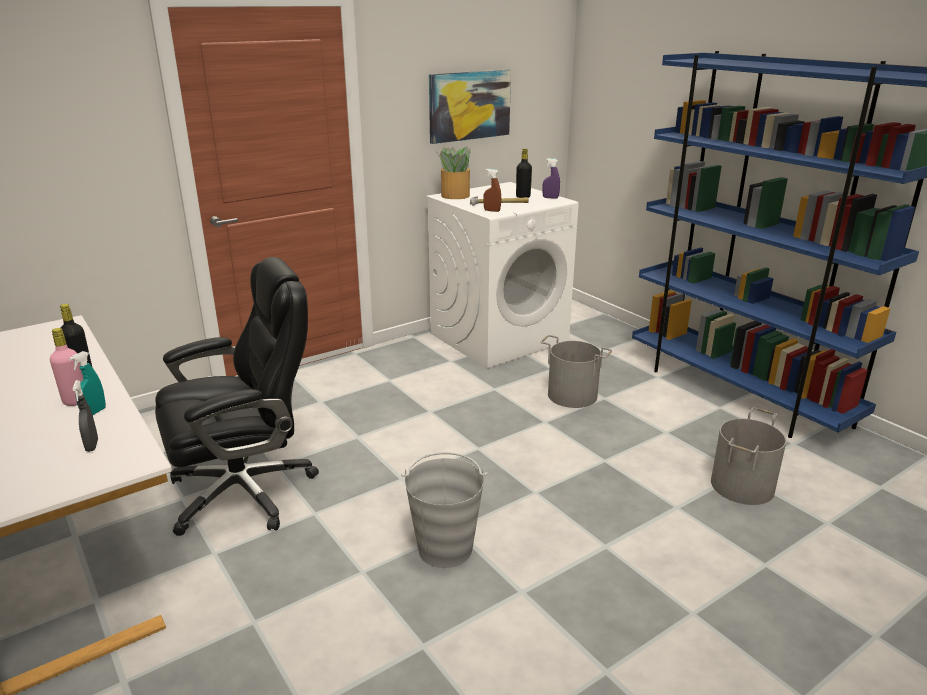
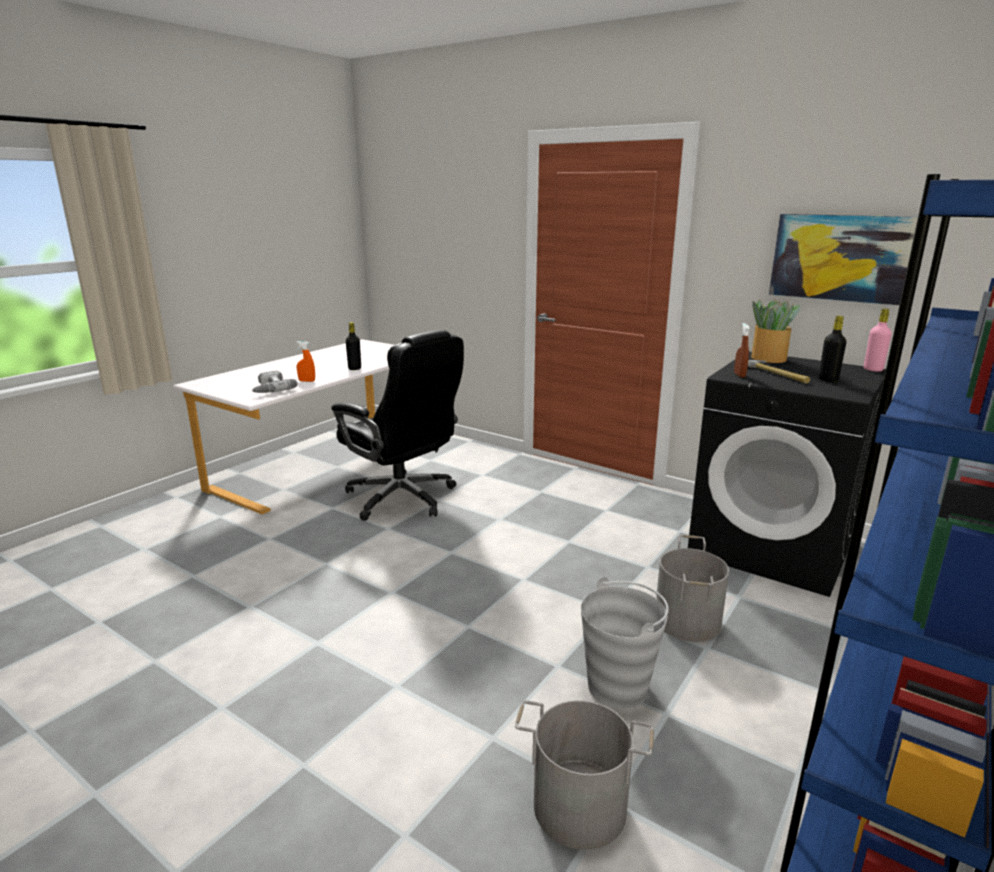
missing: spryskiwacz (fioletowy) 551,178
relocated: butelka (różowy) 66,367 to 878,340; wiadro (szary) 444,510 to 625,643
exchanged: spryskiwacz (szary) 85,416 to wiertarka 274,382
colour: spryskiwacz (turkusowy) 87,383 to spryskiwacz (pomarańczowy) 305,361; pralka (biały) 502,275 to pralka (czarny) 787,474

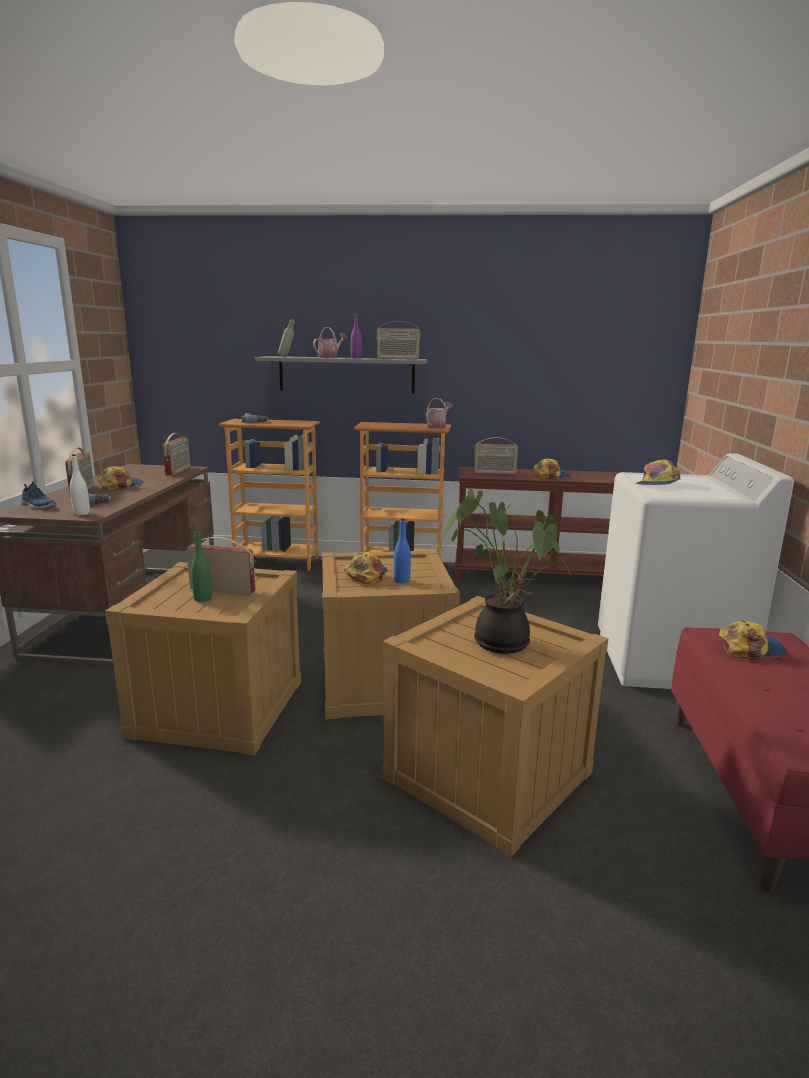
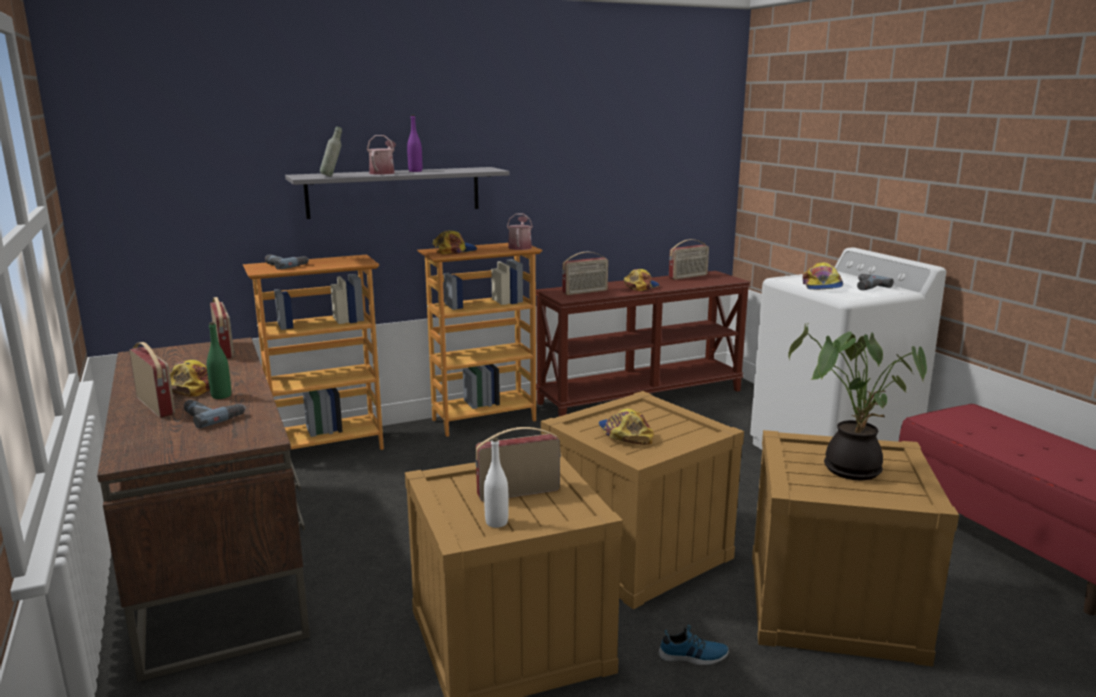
missing: butelka (niebieski) 402,550
appeared: wiertarka 875,282
relocated: but 39,495 to 694,645; butelka (biały) 80,484 to 496,483; butelka (zielony) 201,566 to 219,360; radio 398,340 to 689,259; czapka z daszkiem 752,639 to 454,242

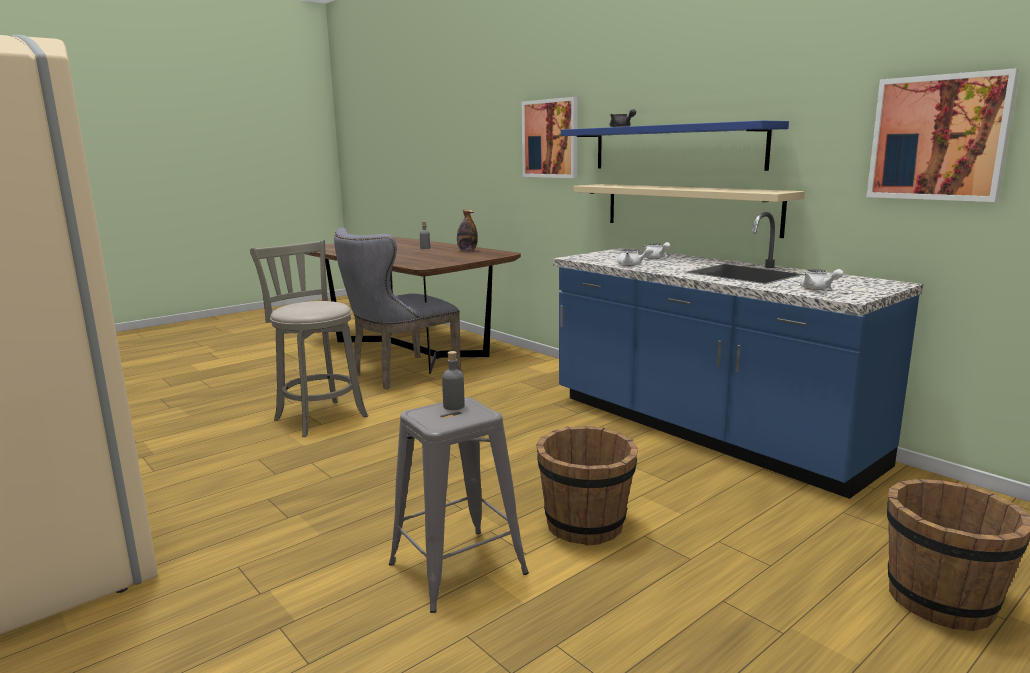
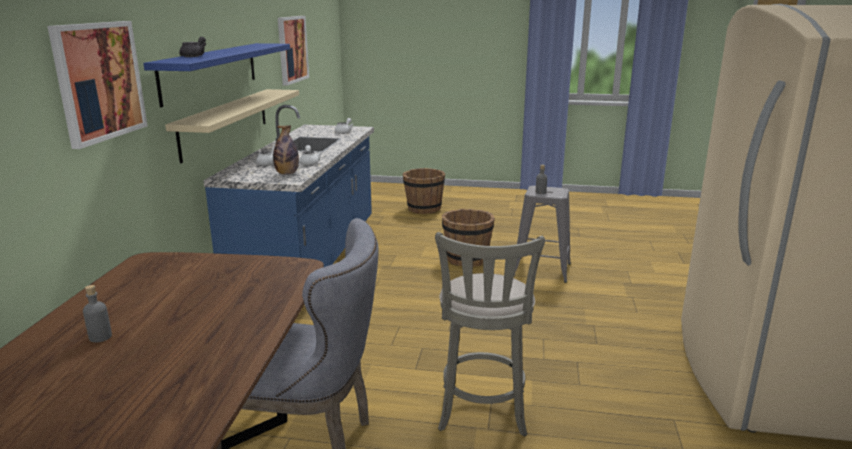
relocated: butelka 467,230 to 286,150

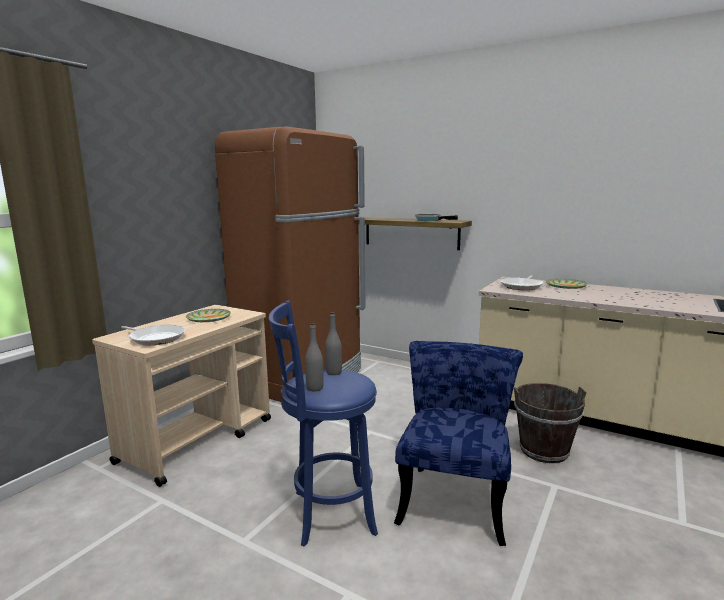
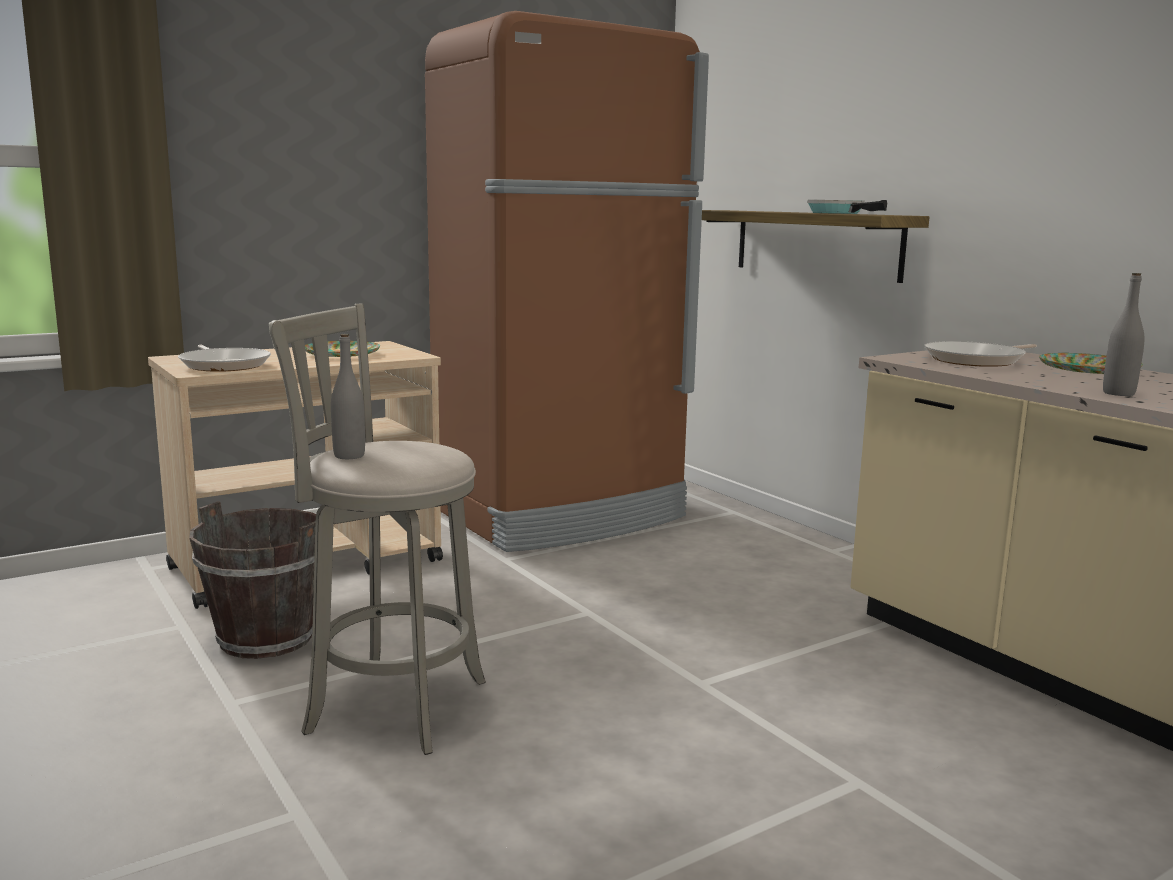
missing: krzesło (niebieski) 458,443
relocated: butelka (szary) 333,343 to 1123,334; wiadro (brązowy) 550,423 to 252,580
colour: stołek (niebieski) 323,423 to stołek (szary) 377,529

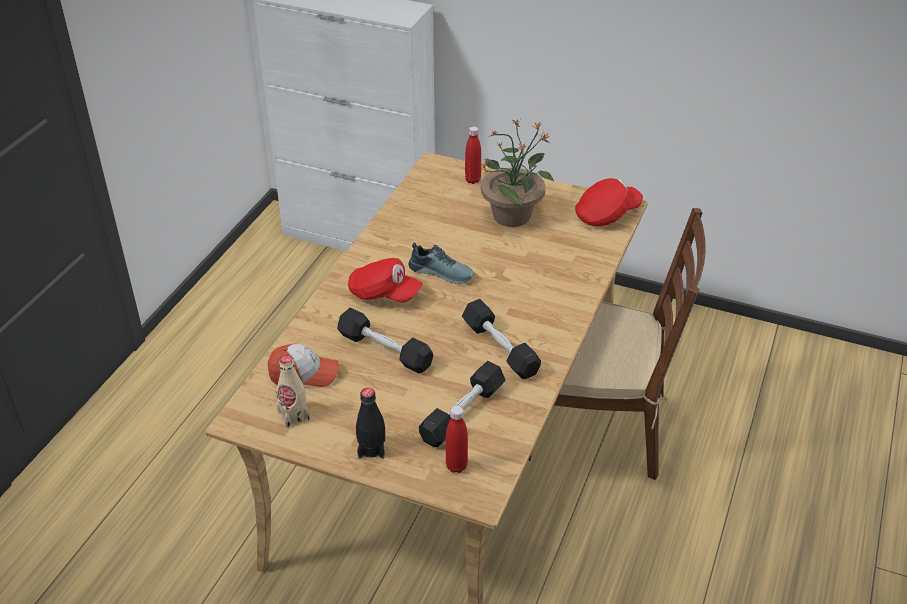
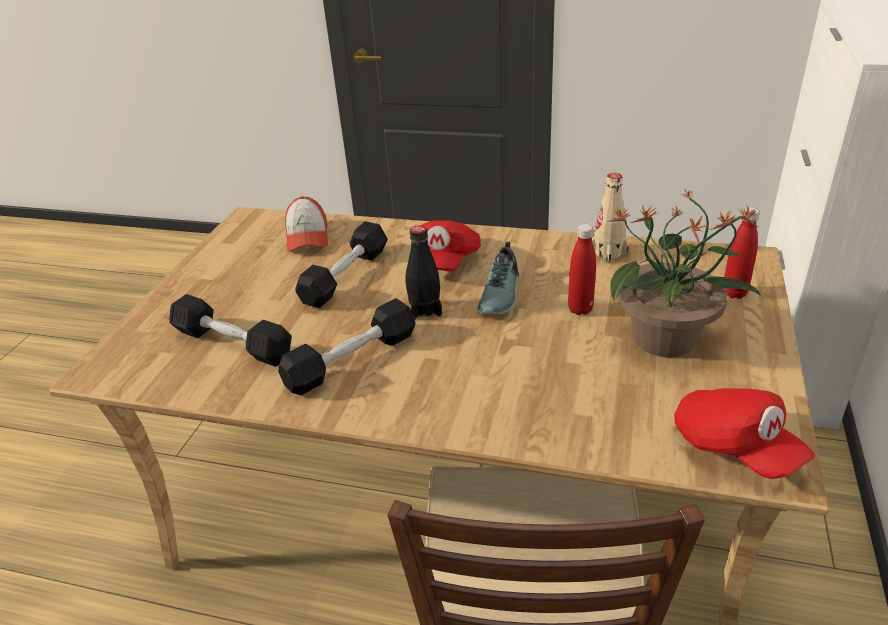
relocated: butelka (beżowy) 293,391 to 610,218; butelka (czarny) 370,423 to 423,272; butelka (czerwony) 457,439 to 582,269

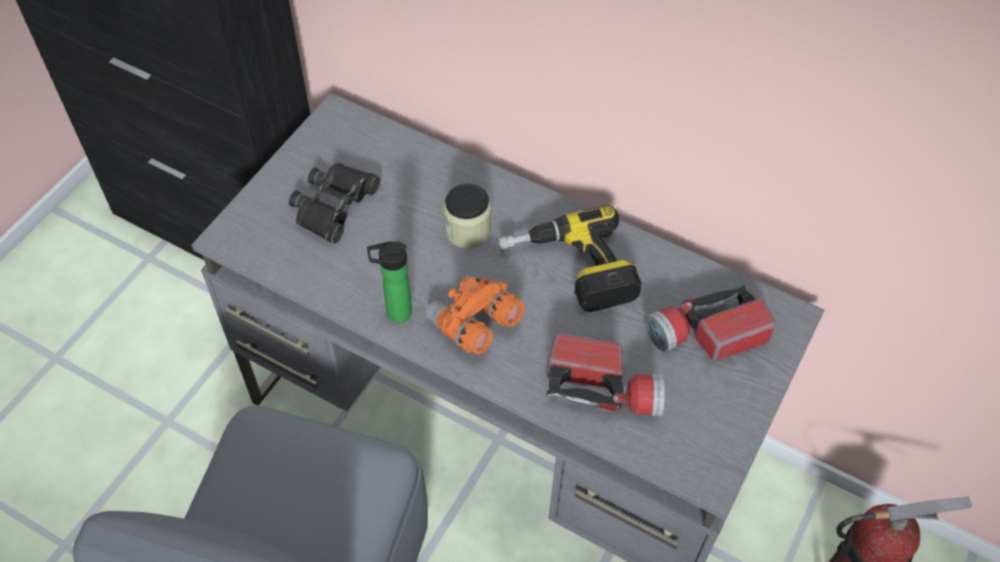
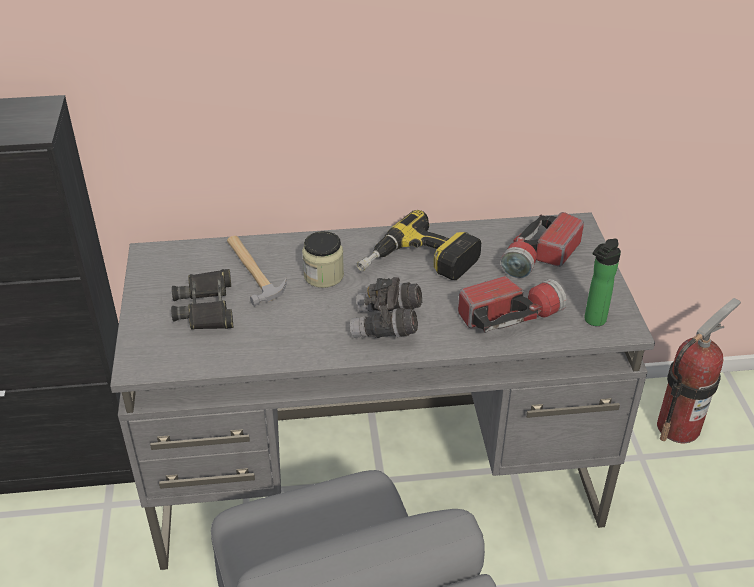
appeared: młotek 257,271
relocated: butelka 389,282 to 602,282
colour: lornetka (pomarańczowy) 474,314 to lornetka (szary) 386,307

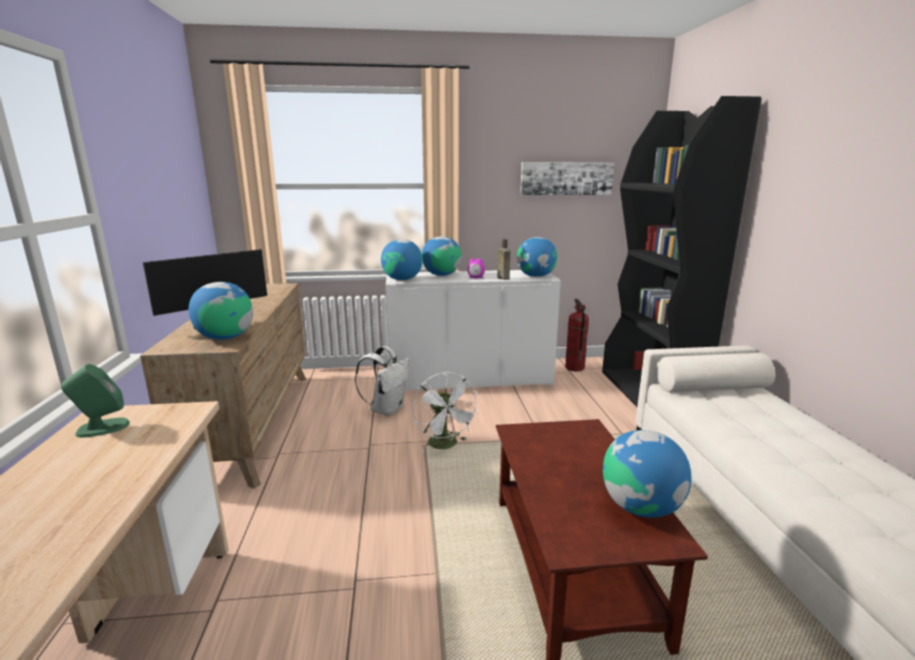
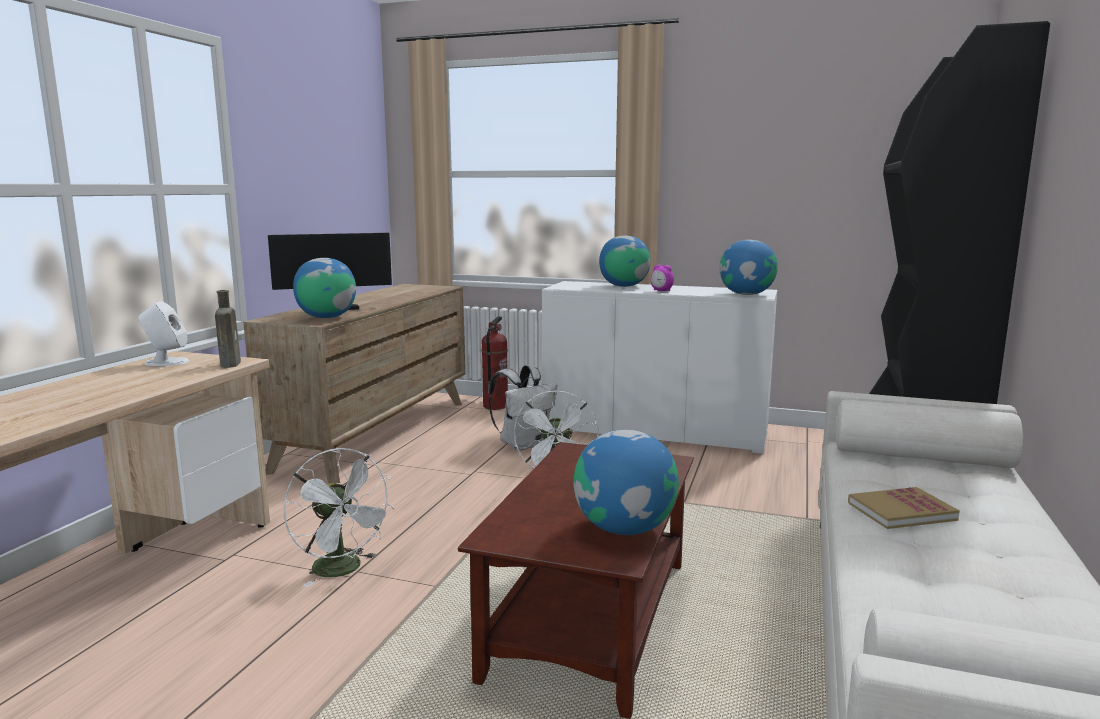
missing: globus 402,259; obraz 567,178
appeared: wentylator (biały) 339,517; książka 904,508
relocated: butelka (brązowy) 504,259 to 228,329; gaśnica 577,335 to 495,363
colour: głośnik (zielony) 95,401 to głośnik (biały) 163,333

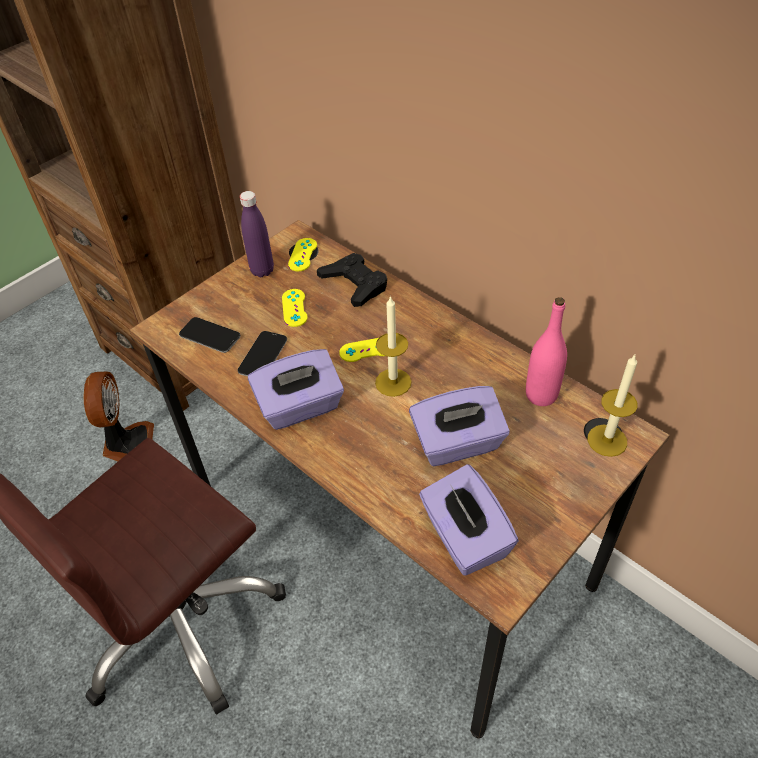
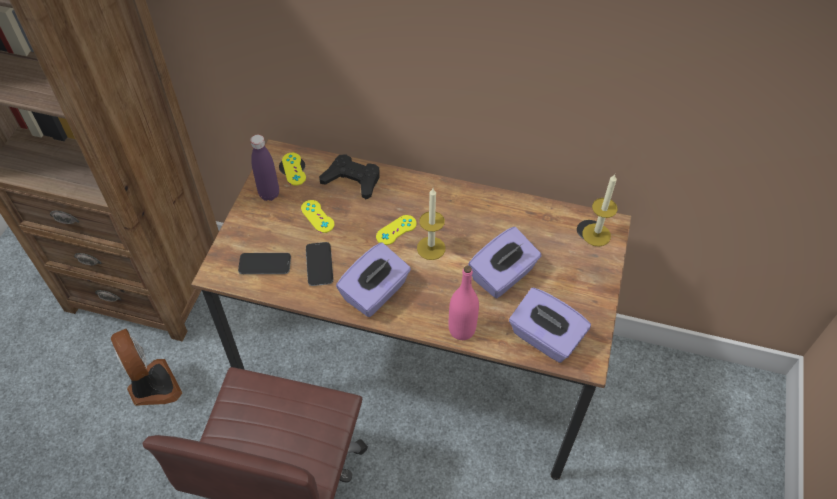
relocated: butelka (różowy) 546,351 to 464,303

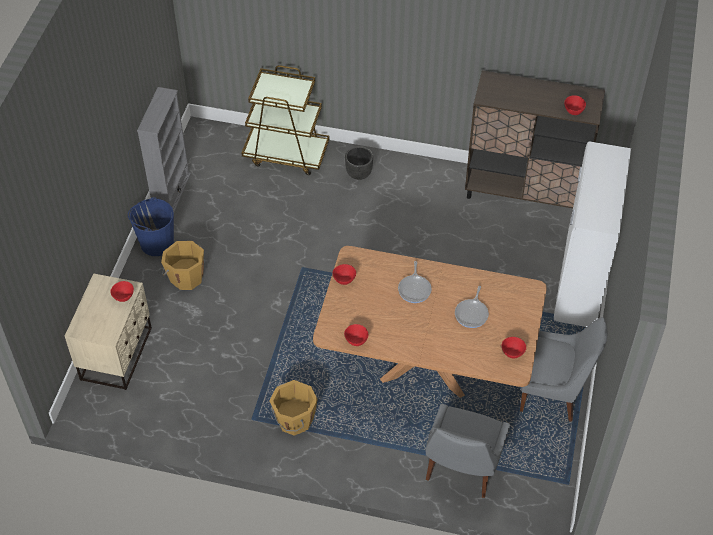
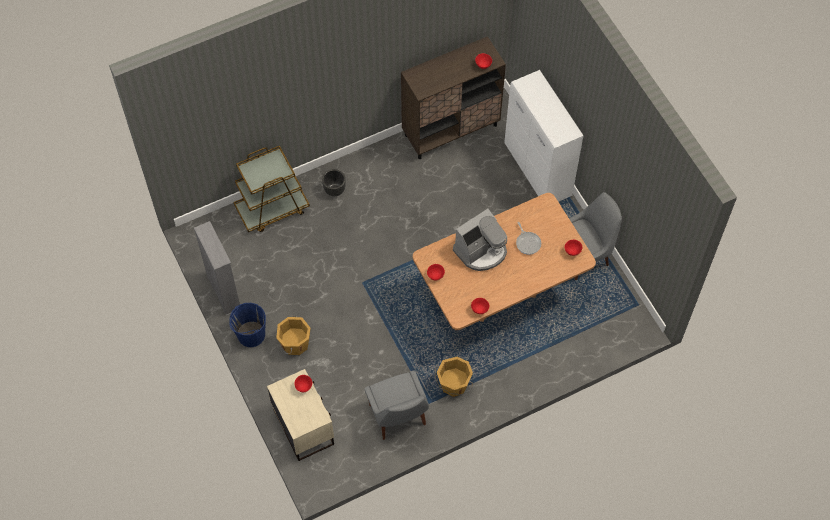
relocated: krzesło (szary) 468,451 to 396,405
exchanged: patelnia 415,282 to ekspres do kawy 480,240

